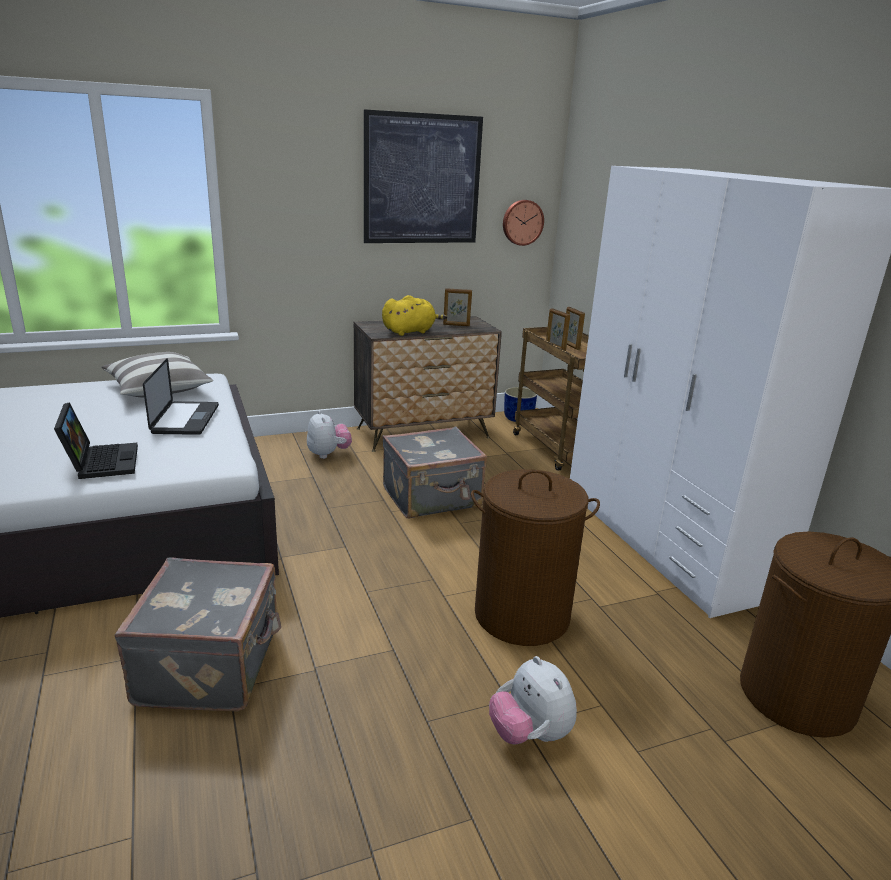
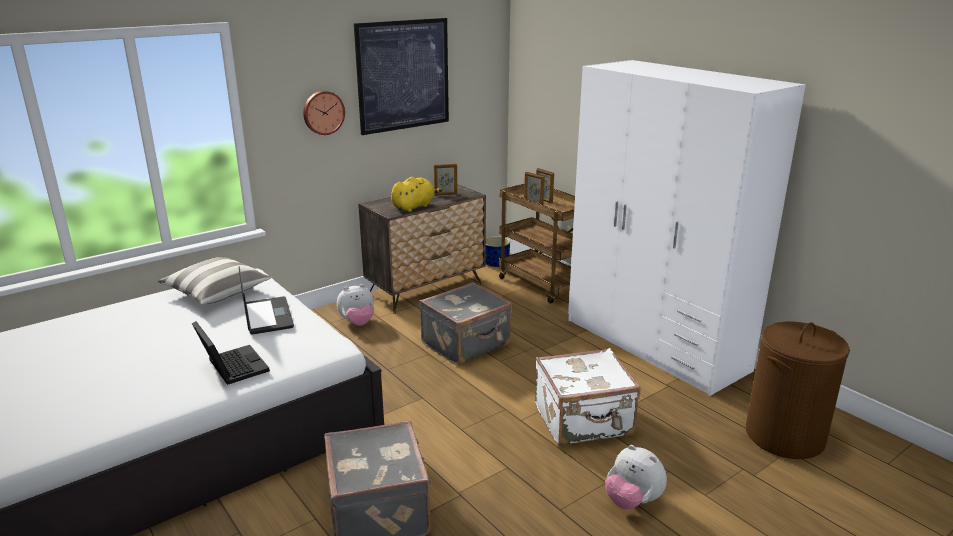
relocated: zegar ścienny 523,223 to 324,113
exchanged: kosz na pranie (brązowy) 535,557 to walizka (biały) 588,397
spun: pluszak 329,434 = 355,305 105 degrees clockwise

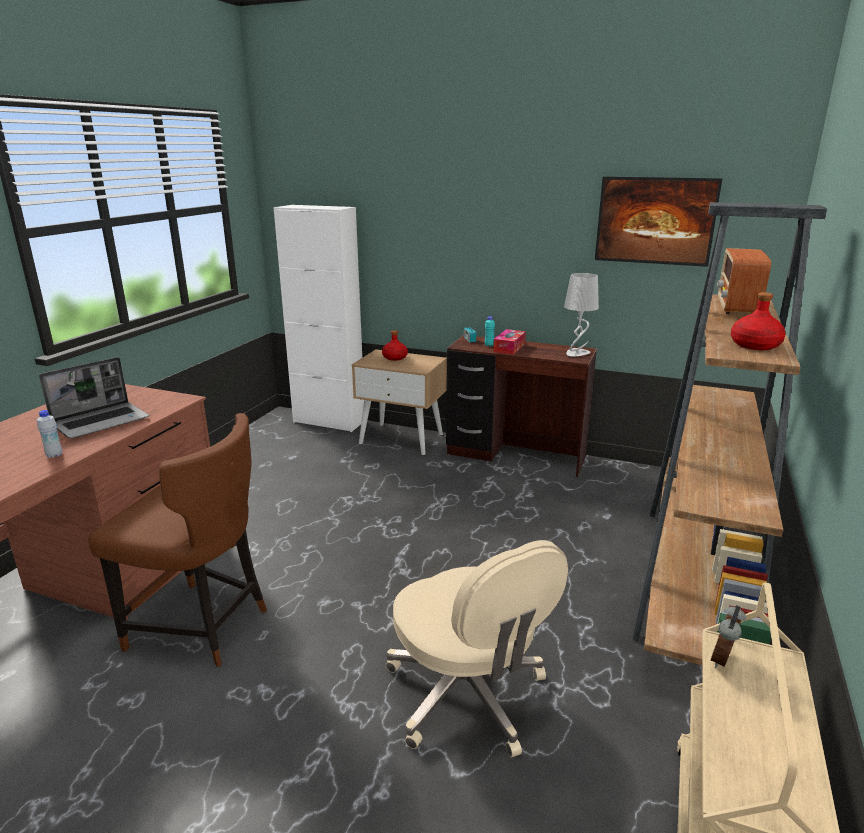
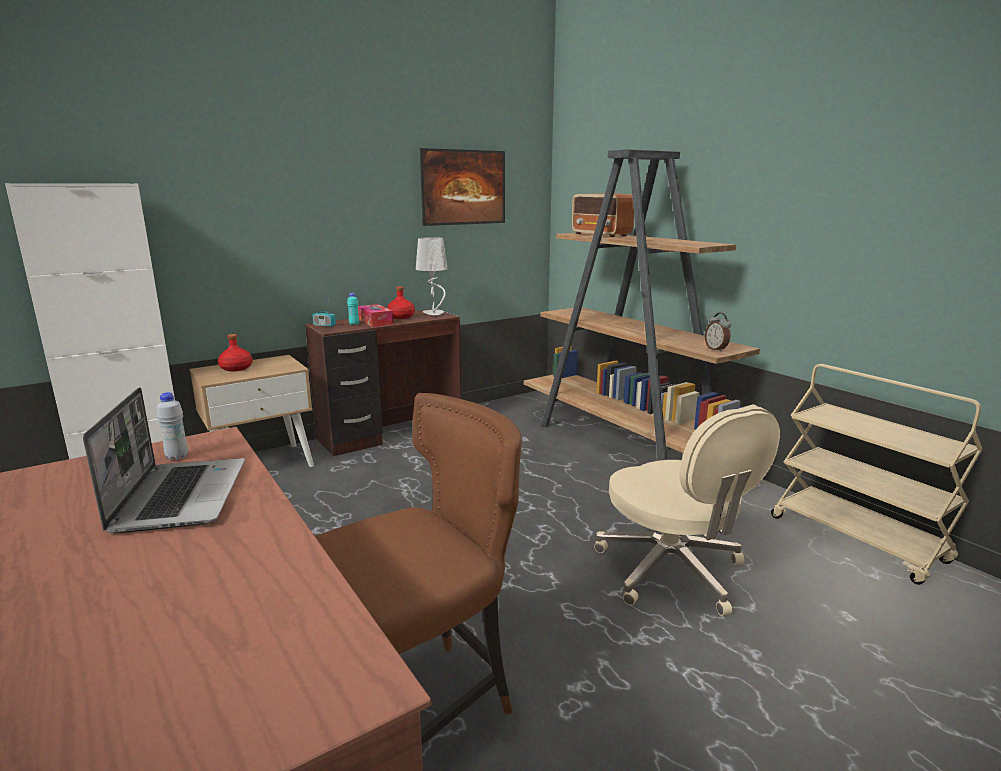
relocated: butelka (biały) 49,434 to 172,426; budzik 728,637 to 718,332; butelka (czerwony) 758,321 to 401,302
spun: krzesło biurowe (beżowy) 477,649 = 687,511 60 degrees clockwise

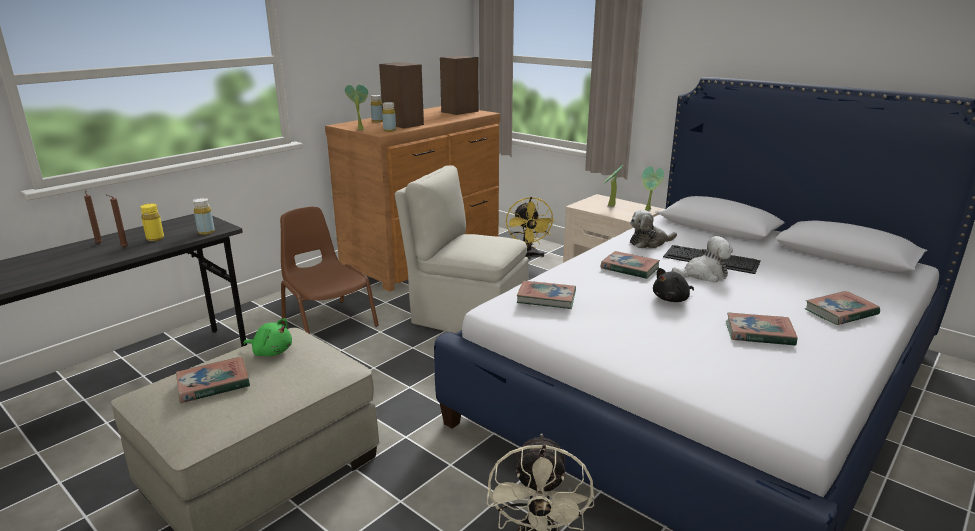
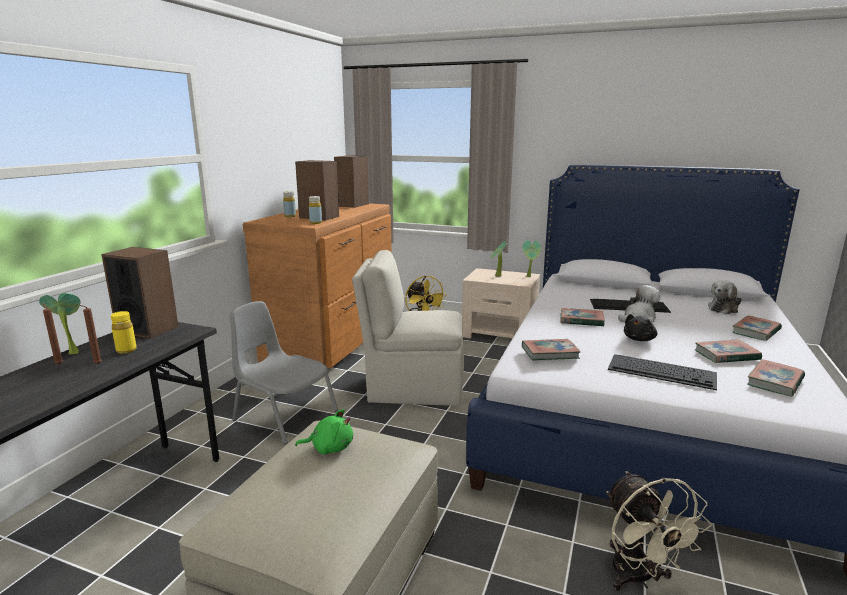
missing: butelka (żółty) 204,216
appeared: głośnik 140,293; klawiatura 662,372
relocated: książka 213,379 to 776,377; roślina doniczkowa 356,107 to 60,324; pluszak 653,229 to 725,297
colour: krzesło (brązowy) 329,270 to krzesło (szary) 284,372

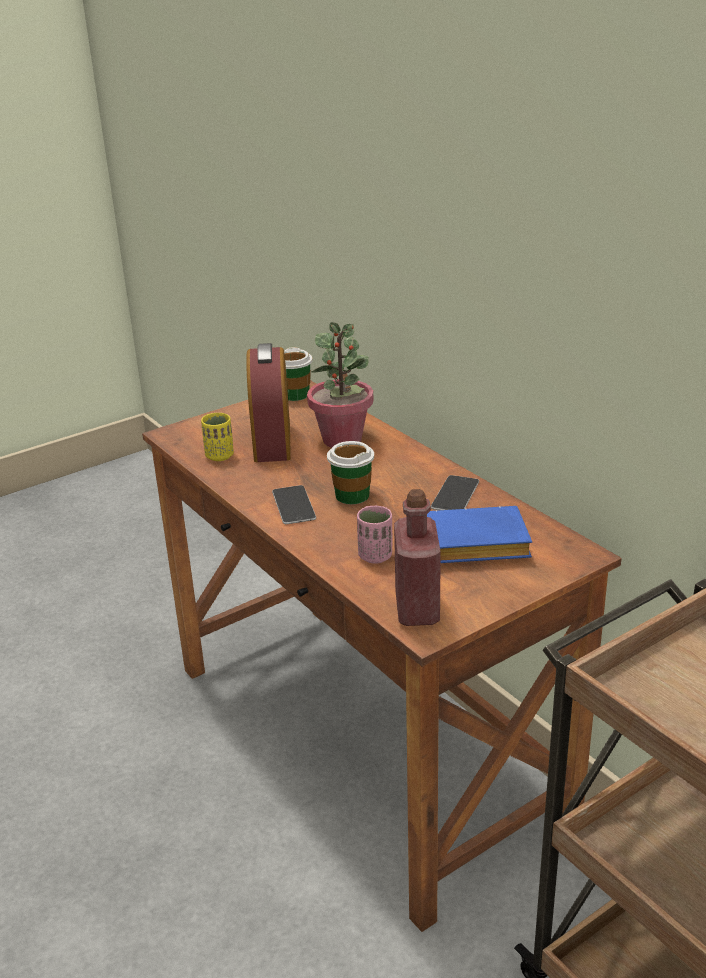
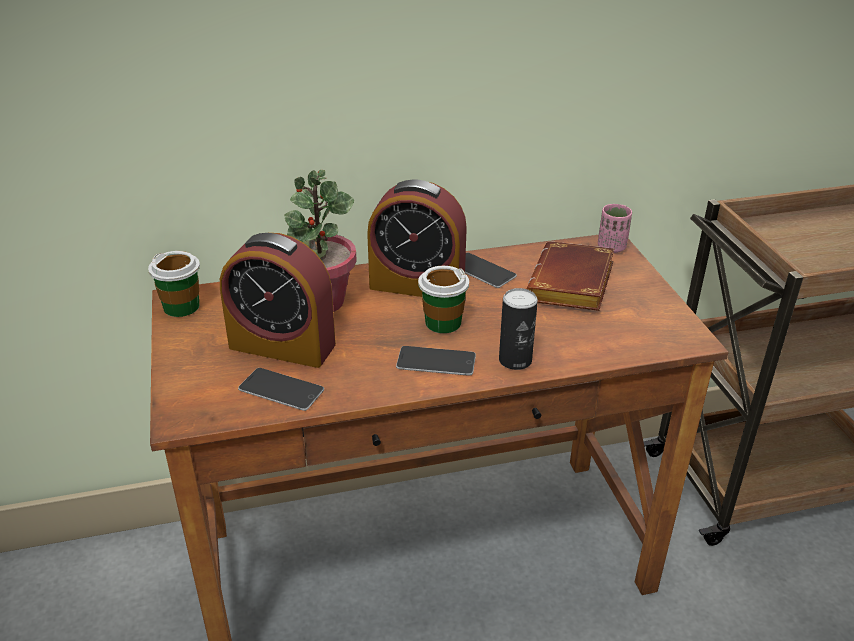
missing: butelka (czerwony) 417,557
appeared: budzik 417,238; puszka 518,329
relocated: filiżanka (różowy) 374,535 to 615,228
exchanged: filiżanka (żółty) 217,437 to telefon 281,389
colour: książka (niebieski) 479,534 to książka (brązowy) 570,276

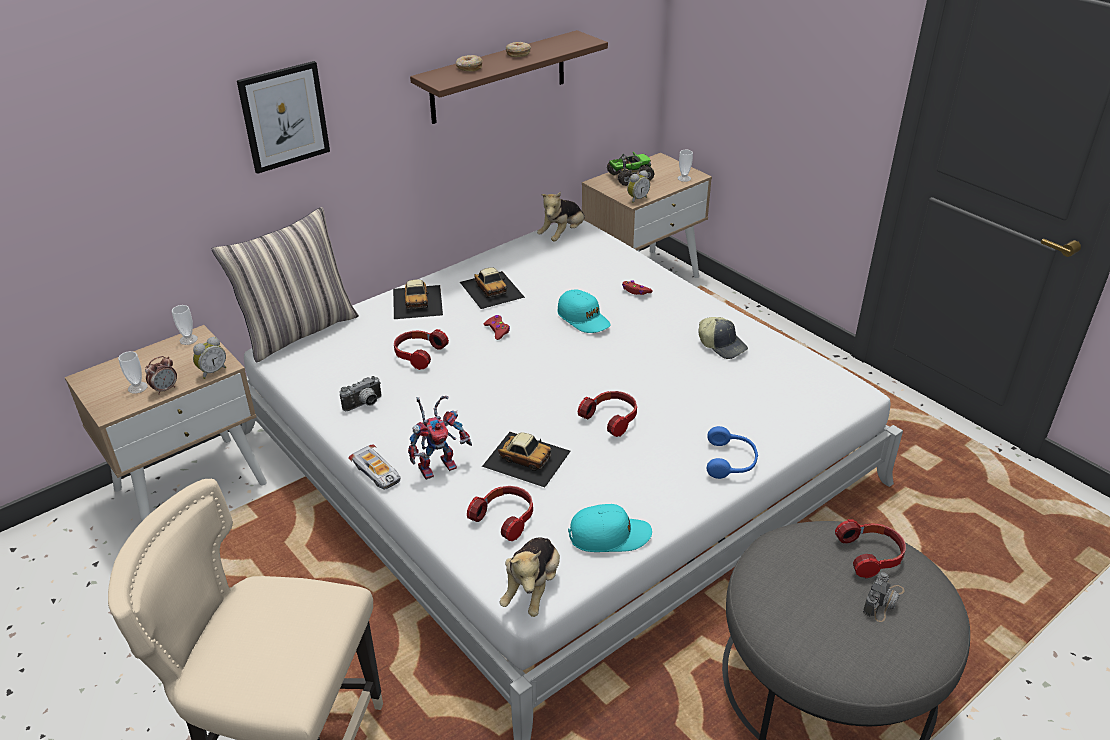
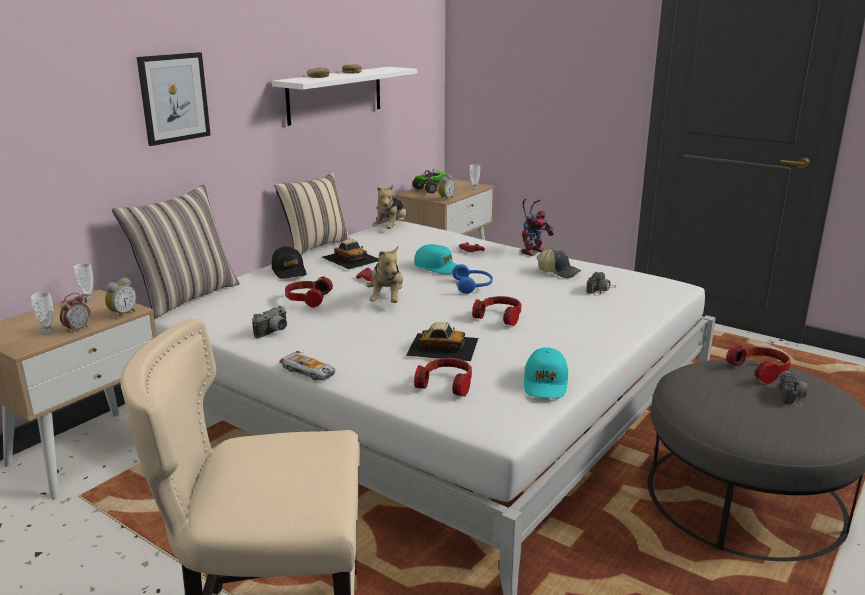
appeared: poduszka (beżowy) 312,213; aparat fotograficzny 601,284
relocated: robot zabawkowy 440,438 to 537,227; pluszak 530,577 to 384,274; słuchawki (niebieski) 732,452 to 472,279
exchanged: samochodzik 418,299 to czapka z daszkiem (czarny) 289,263
colour: półka (brązowy) 509,77 to półka (biały) 344,96
spun: czapka z daszkiem (turkusowy) 610,528 = 546,372 120 degrees clockwise

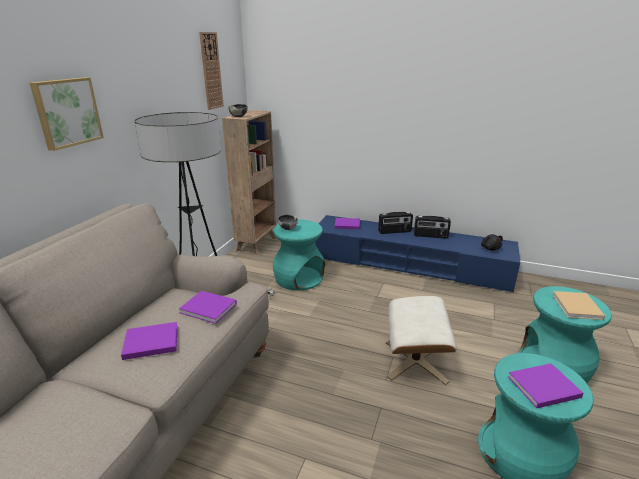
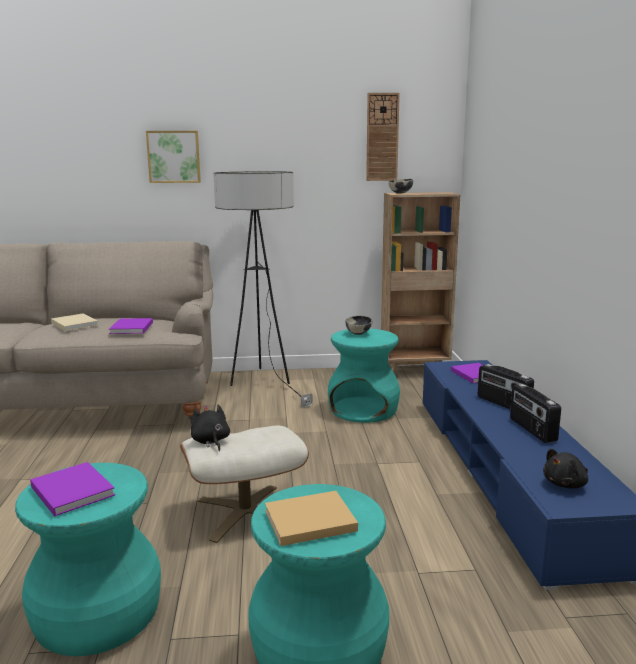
appeared: pluszak (czarny) 210,427
colour: książka (fioletowy) 149,341 to książka (beżowy) 74,322

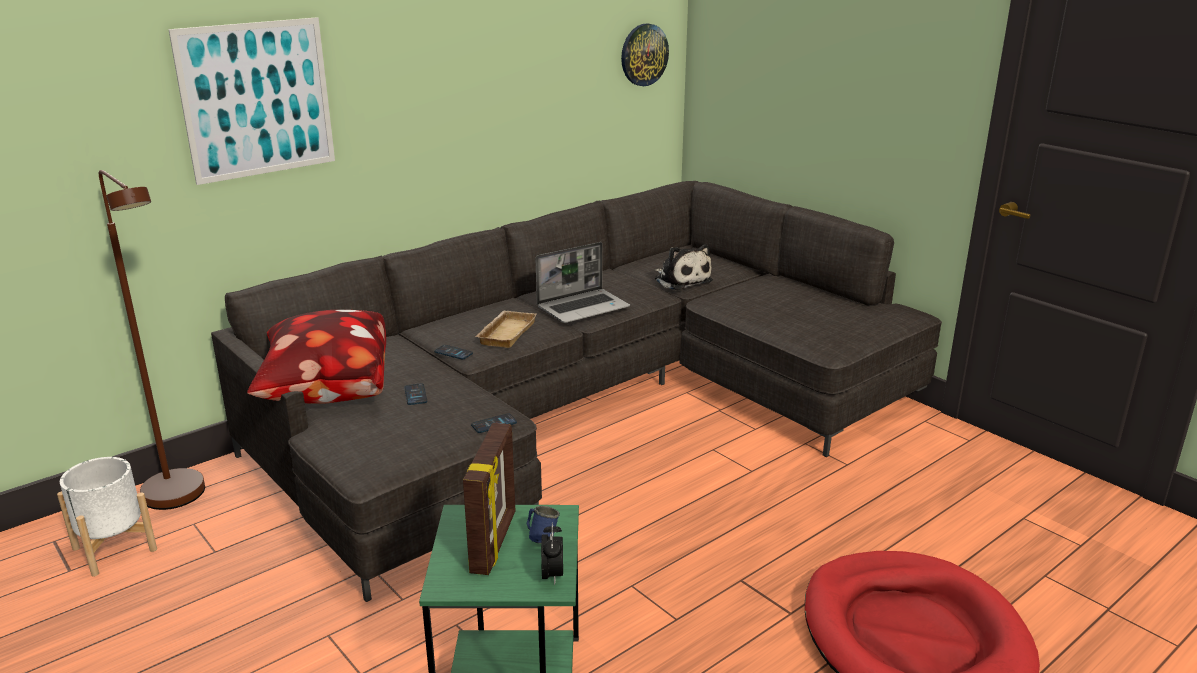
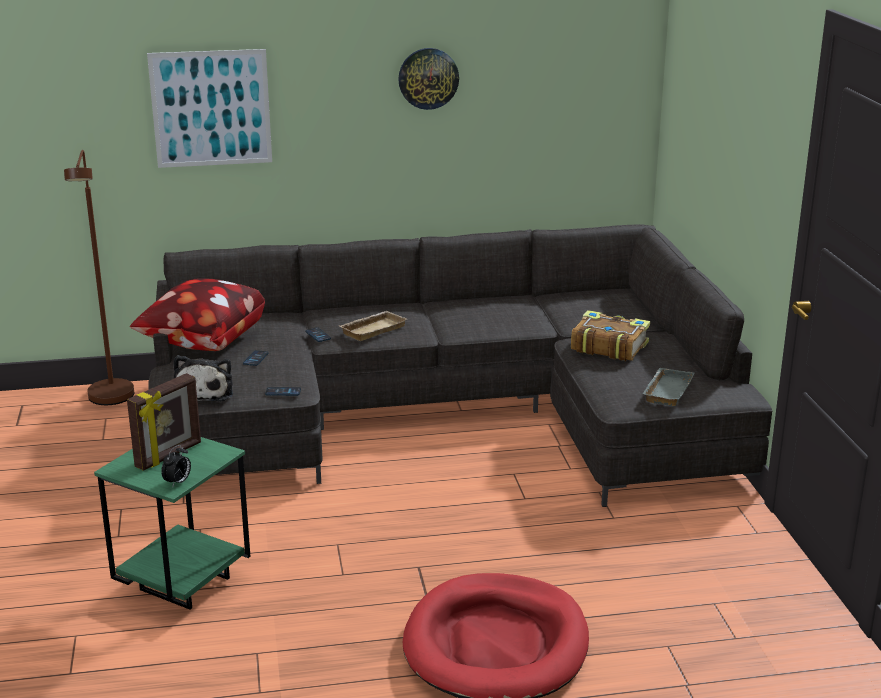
missing: donica (biały) 107,516; kubek (niebieski) 543,525; laptop 582,282
appeared: książka 610,335; taca (szary) 668,387
relocated: zegar ścienny 645,54 to 428,79; pluszak 684,267 to 203,378

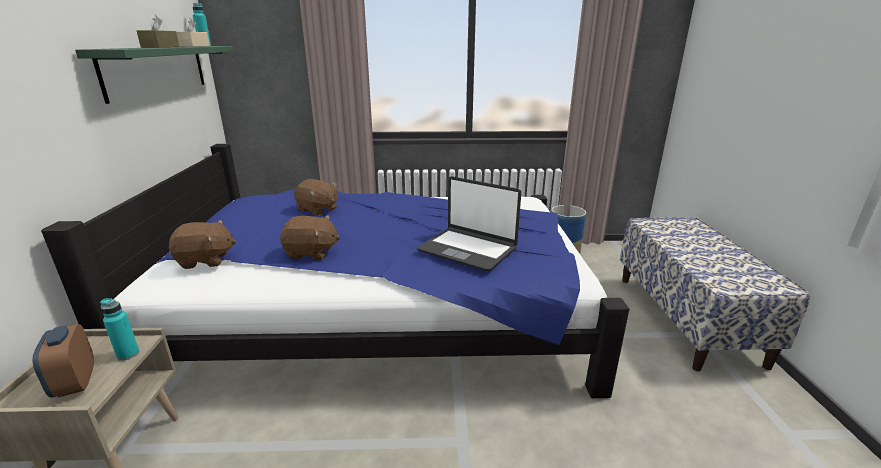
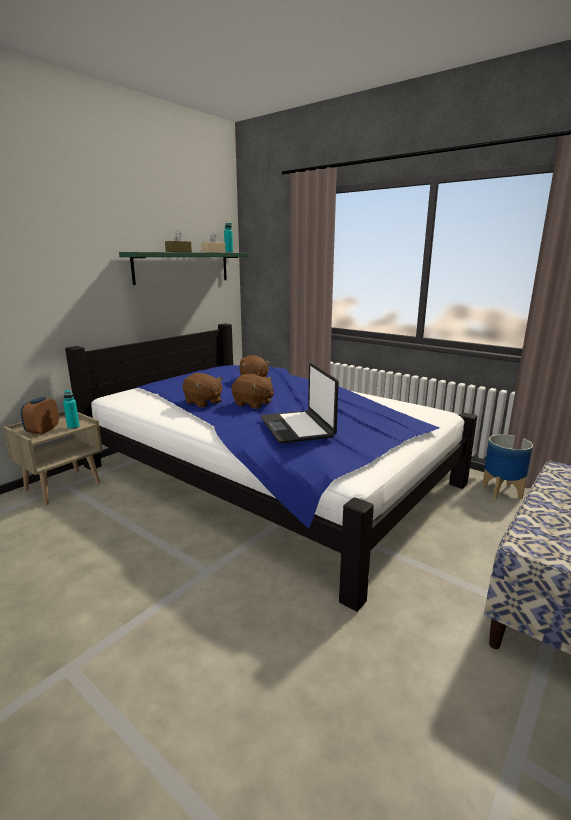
relocated: pluszak (brązowy) 202,244 to 253,391

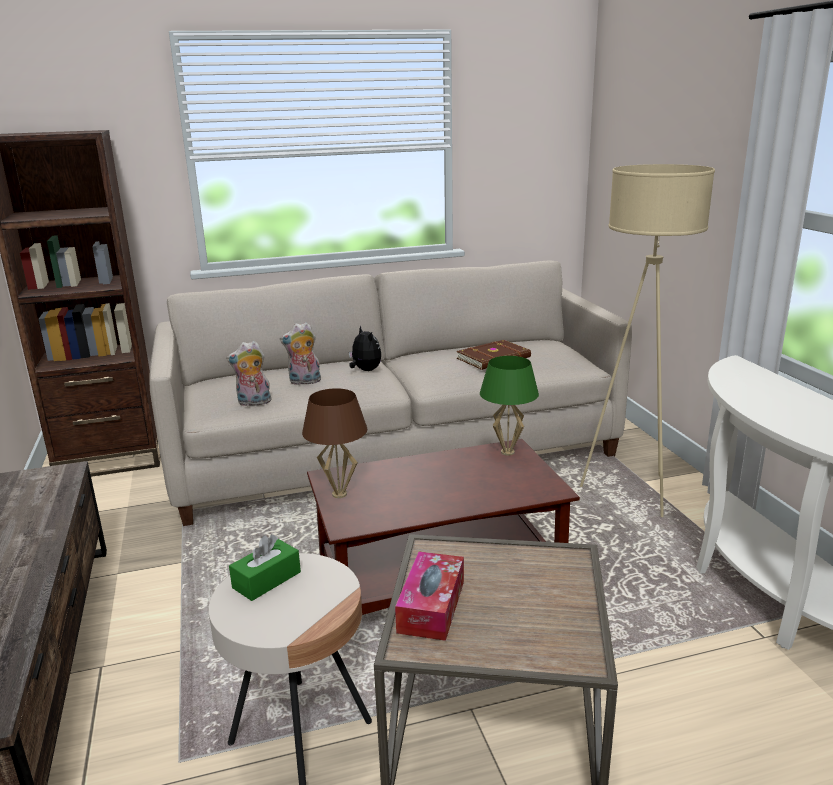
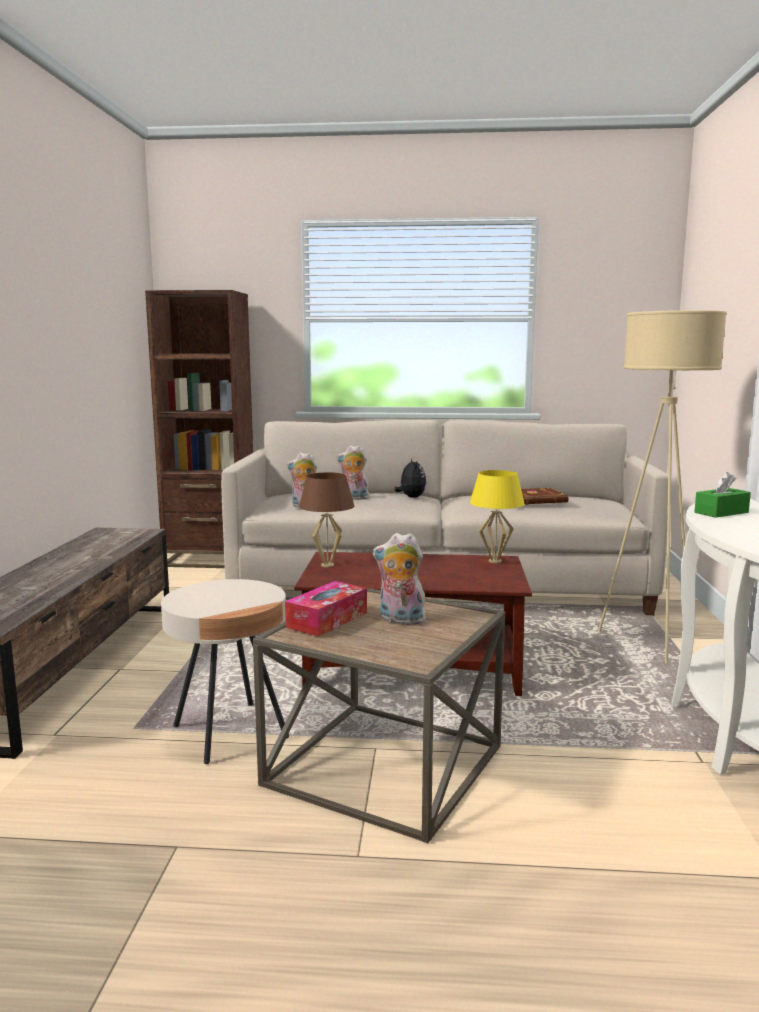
appeared: pluszak 399,579
relocated: pudełko chusteczek (zielony) 265,567 to 722,495
colour: lampa stołowa (zielony) 509,406 to lampa stołowa (żółty) 497,516

